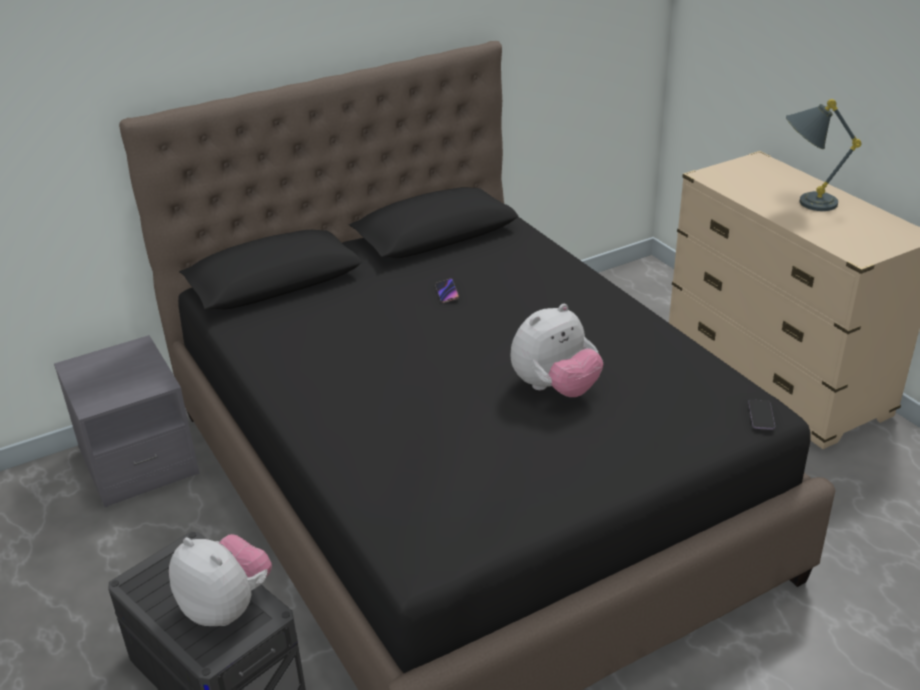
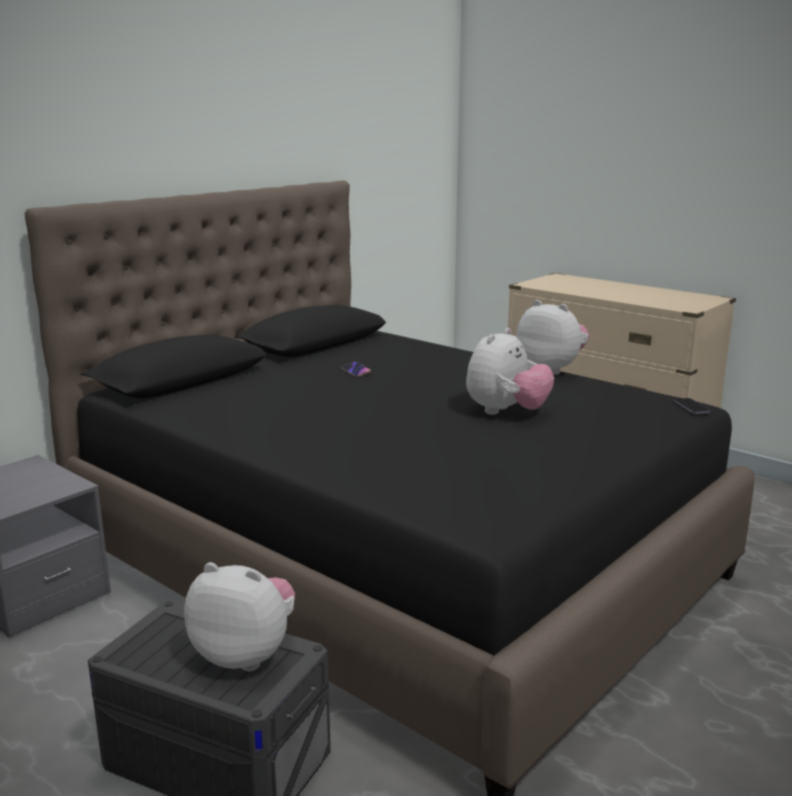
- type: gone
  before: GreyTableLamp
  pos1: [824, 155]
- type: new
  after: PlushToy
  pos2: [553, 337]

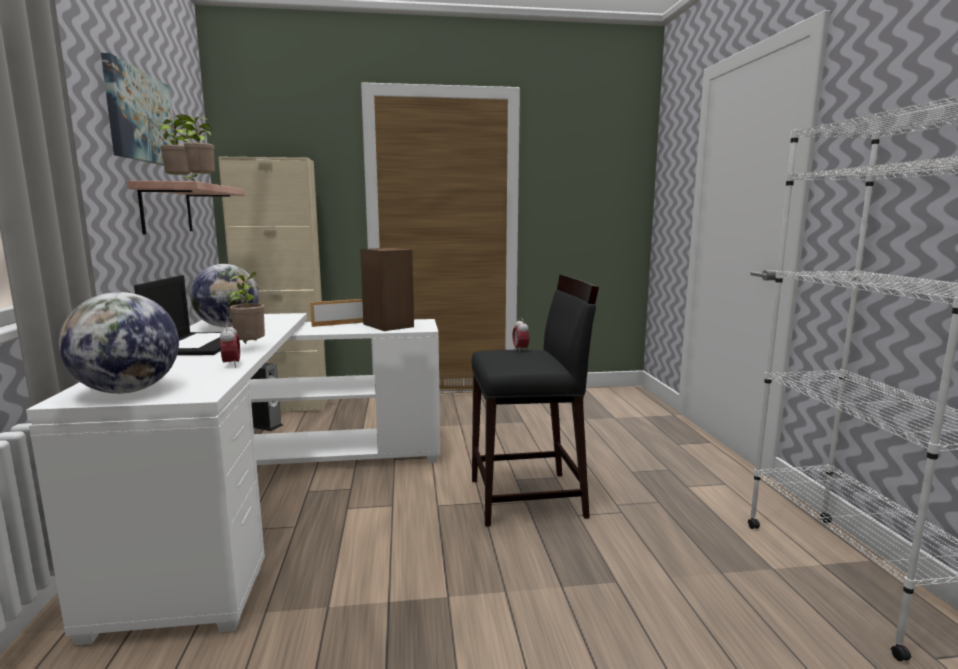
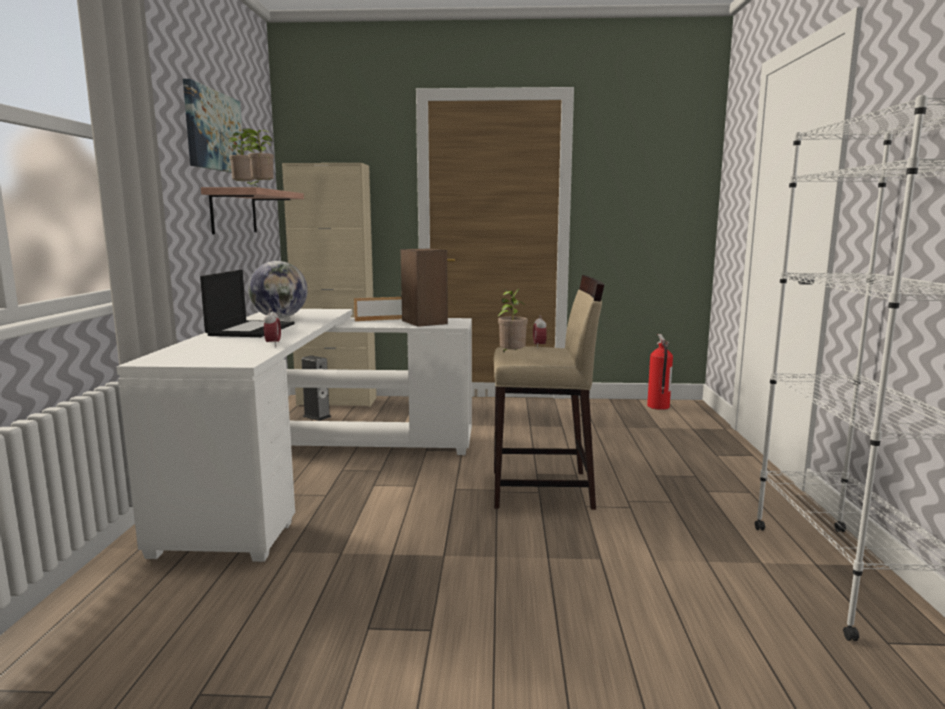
- type: gone
  before: Globe
  pos1: [119, 343]
- type: new
  after: FireExtinguisher
  pos2: [660, 372]
- type: shifted
  before: PottedPlant
  pos1: [247, 308]
  pos2: [512, 320]
- type: repainted
  before: BlackStool
  after: BeigeStool
  pos1: [535, 401]
  pos2: [549, 392]

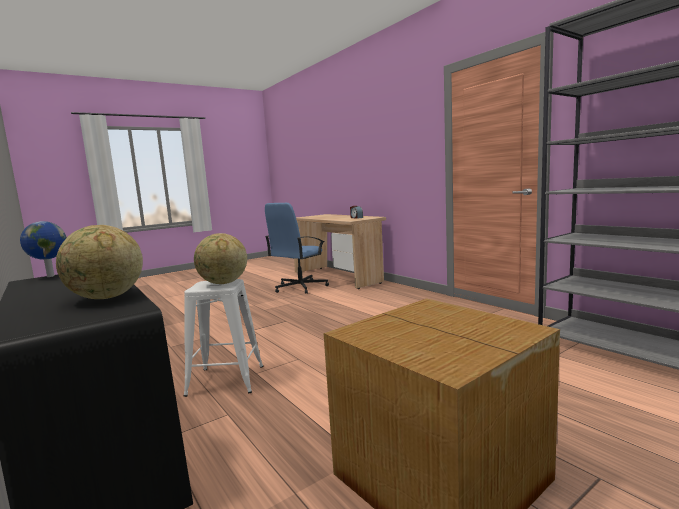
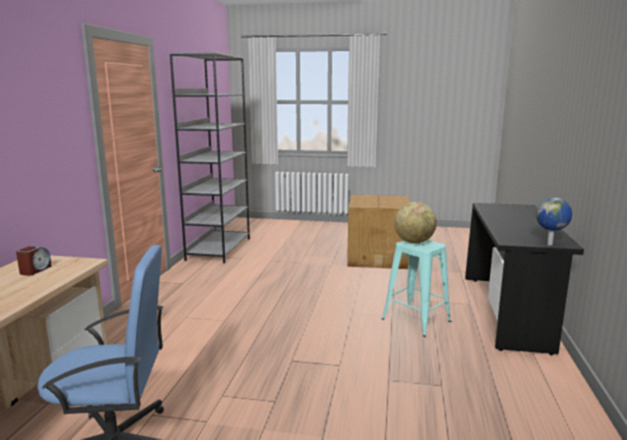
- type: gone
  before: Globe
  pos1: [99, 262]
- type: repainted
  before: WhiteStool
  after: TurquoiseStool
  pos1: [223, 338]
  pos2: [416, 288]

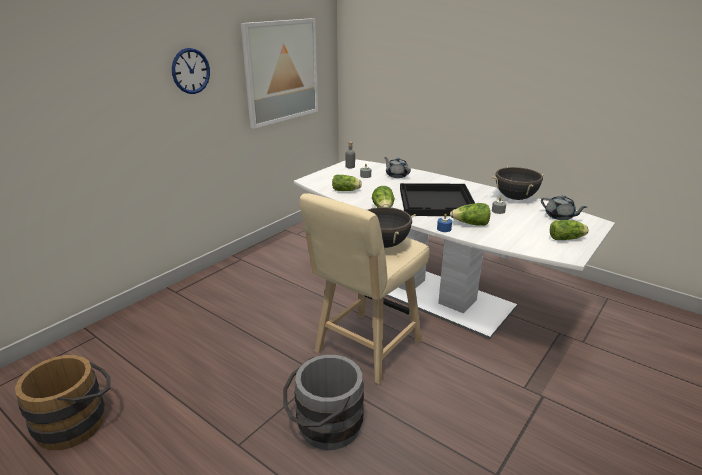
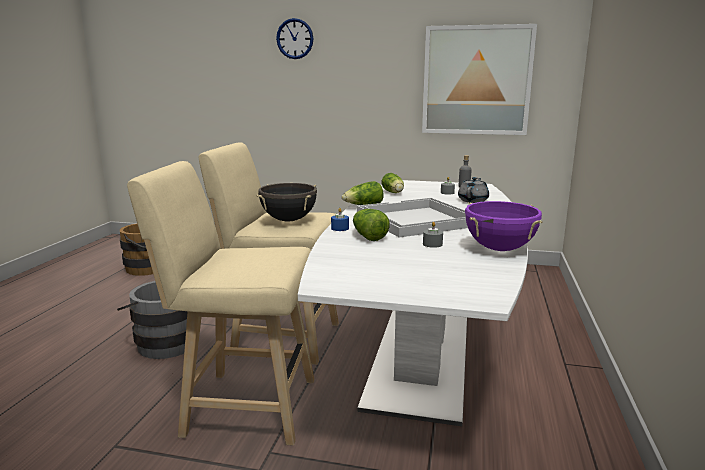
- type: gone
  before: GreyTeapot
  pos1: [564, 207]
- type: gone
  before: Lettuce
  pos1: [569, 230]
- type: new
  after: BeigeStool
  pos2: [221, 303]
- type: shifted
  before: WallClock
  pos1: [191, 71]
  pos2: [295, 38]
- type: repainted
  before: BlackTray
  after: WhiteTray
  pos1: [437, 199]
  pos2: [412, 218]
- type: repainted
  before: BlackCookingPot
  after: PurpleCookingPot
  pos1: [519, 183]
  pos2: [503, 226]

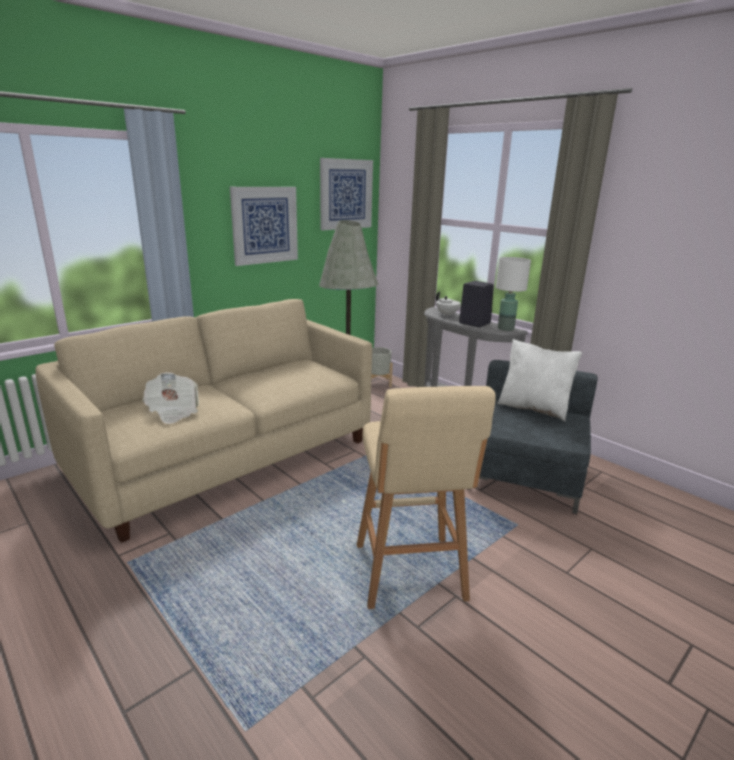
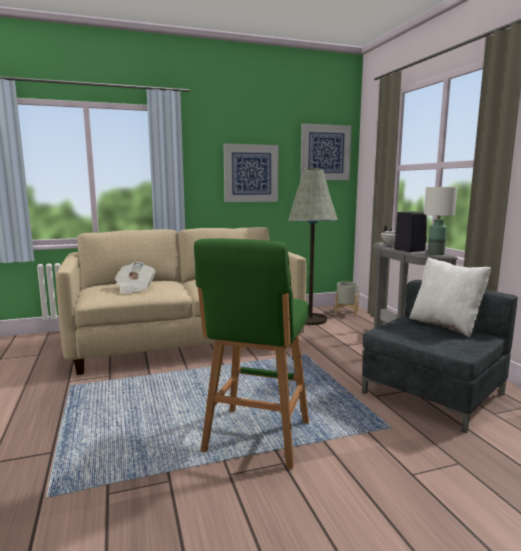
- type: repainted
  before: BeigeStool
  after: GreenStool
  pos1: [426, 497]
  pos2: [251, 354]

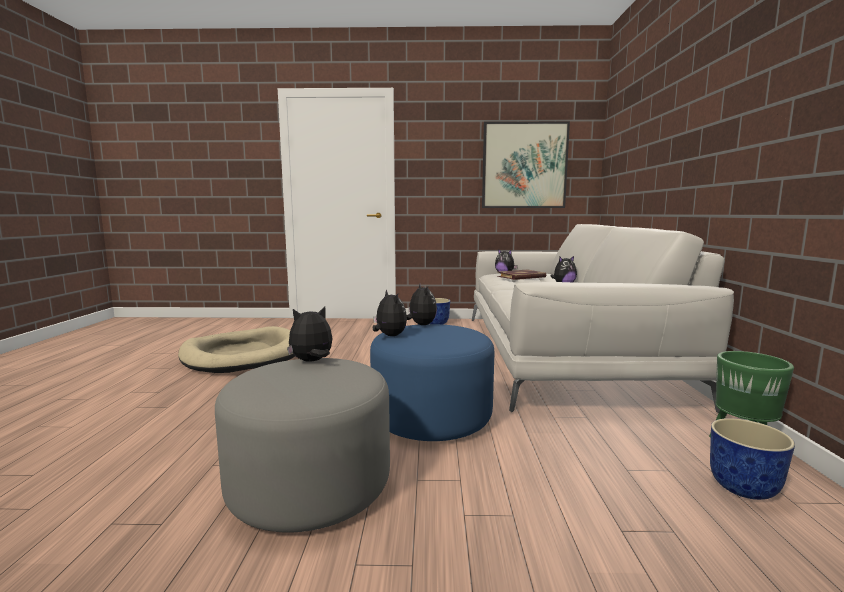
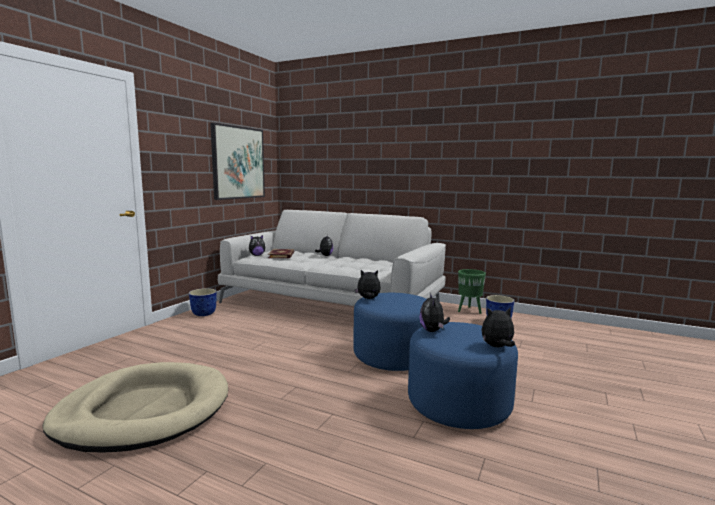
- type: shifted
  before: PlushToy
  pos1: [390, 312]
  pos2: [498, 327]
- type: repainted
  before: GreyOttoman
  after: BlueOttoman
  pos1: [302, 445]
  pos2: [463, 375]

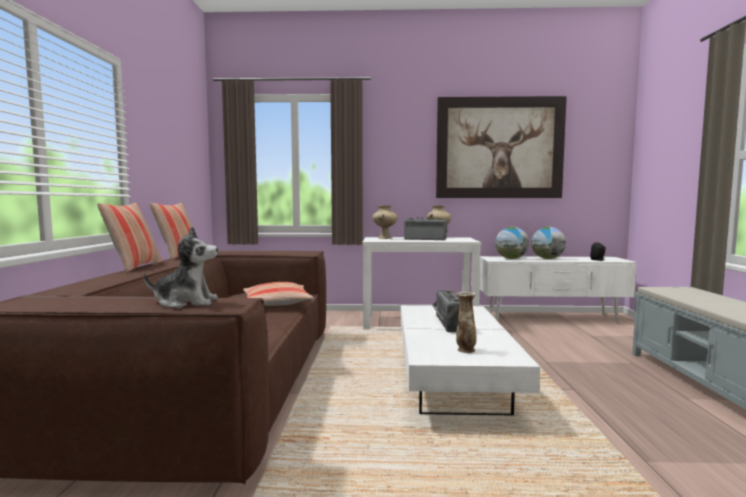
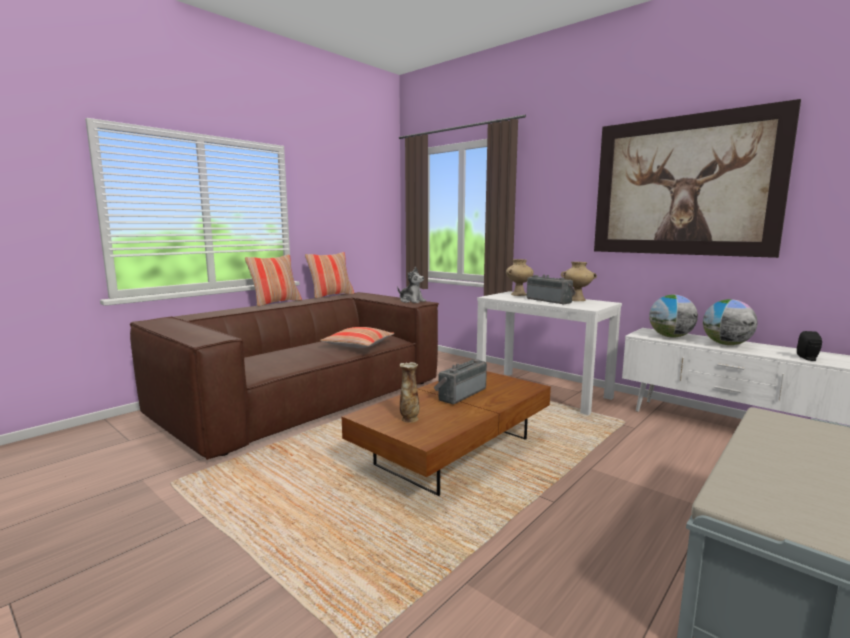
- type: shifted
  before: PlushToy
  pos1: [180, 267]
  pos2: [411, 285]
- type: repainted
  before: WhiteCoffeeTable
  after: BrownCoffeeTable
  pos1: [470, 361]
  pos2: [446, 433]

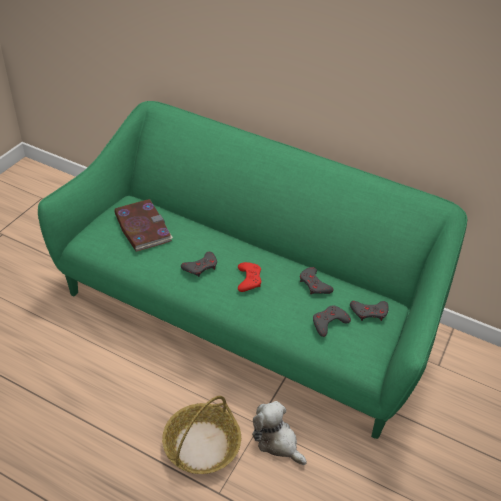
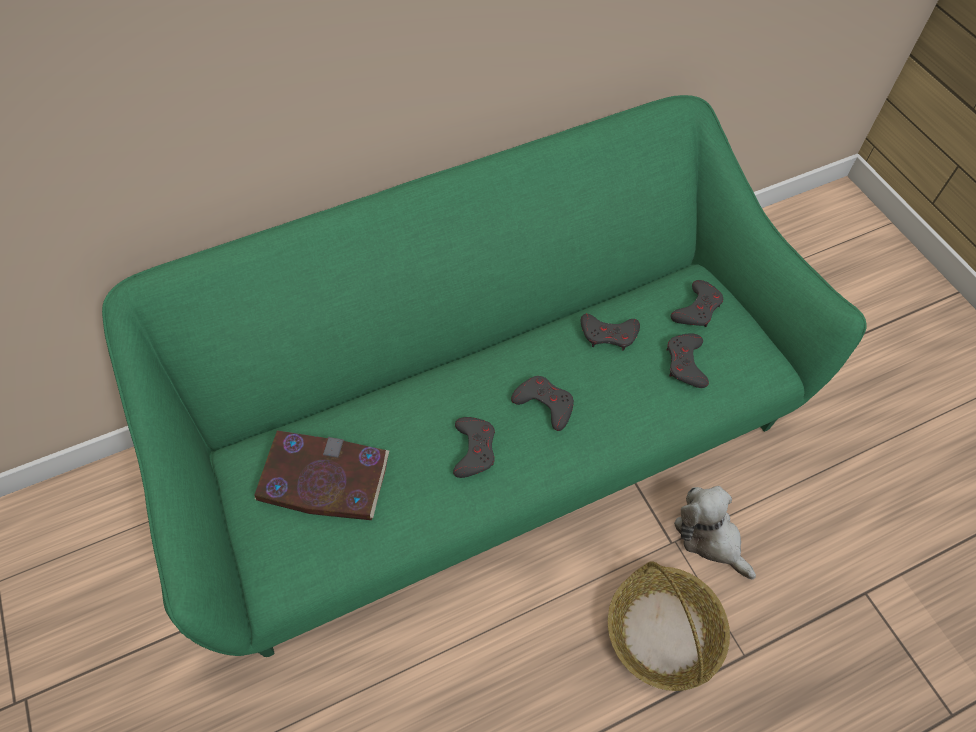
- type: repainted
  before: RedGameController
  after: GreyGameController
  pos1: [249, 277]
  pos2: [542, 403]
- type: rotated
  before: PlushToy
  pos1: [279, 433]
  pos2: [715, 533]
  turn: 60

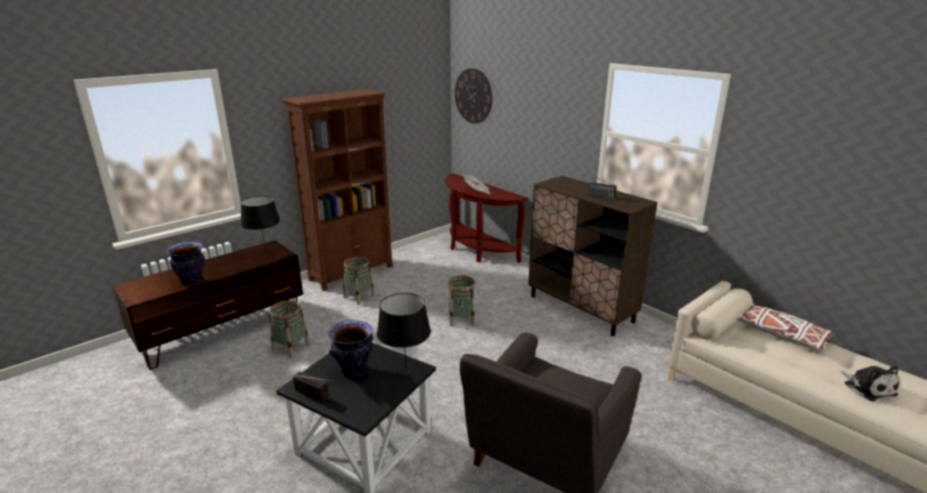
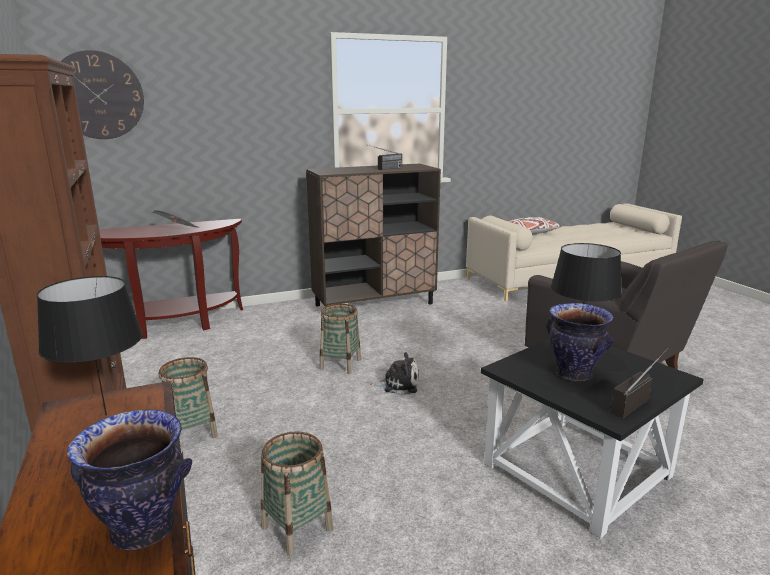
- type: shifted
  before: PlushToy
  pos1: [870, 383]
  pos2: [394, 373]

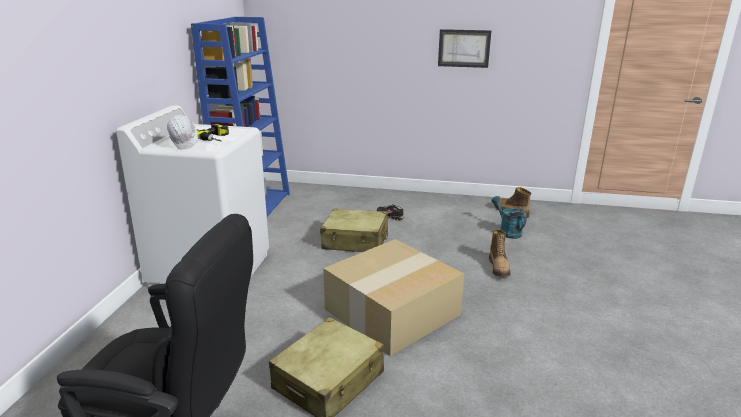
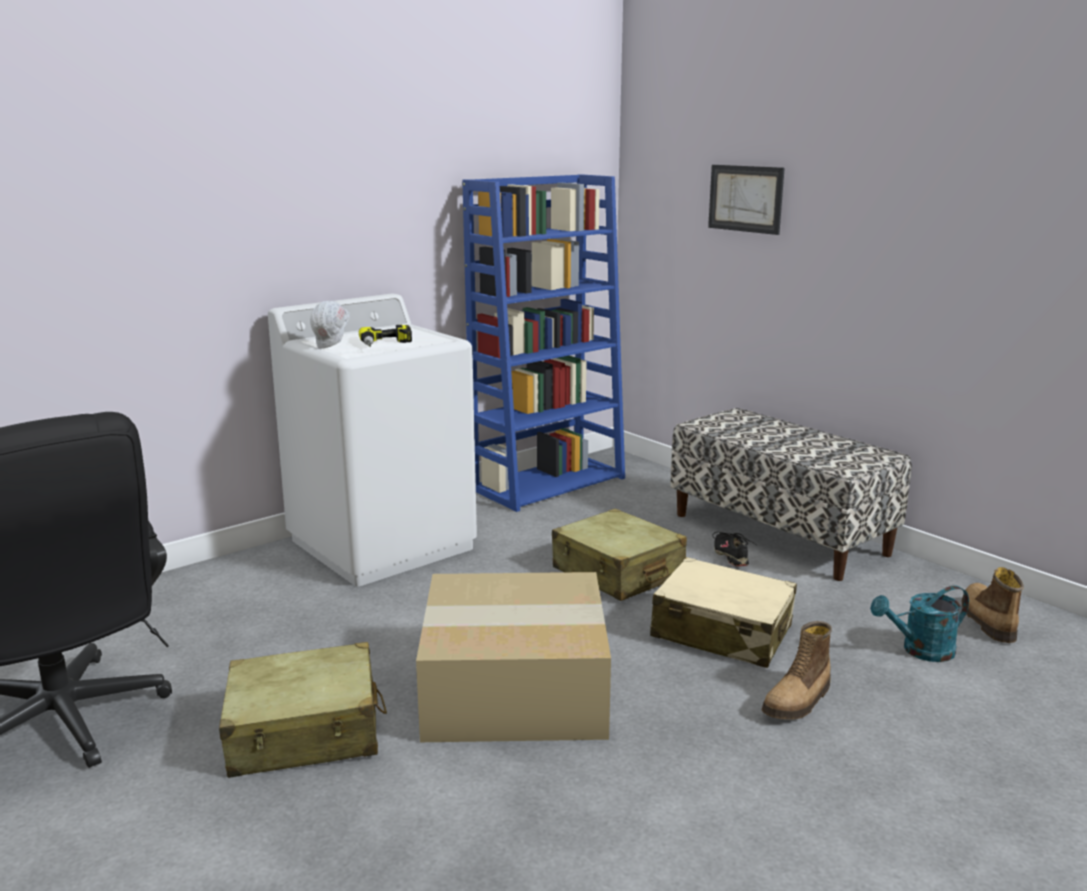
- type: new
  after: BeigeSuitcase
  pos2: [723, 612]
- type: new
  after: Bench
  pos2: [791, 494]
- type: shifted
  before: Picture
  pos1: [464, 48]
  pos2: [746, 200]
- type: rotated
  before: TurquoiseWateringCan
  pos1: [509, 217]
  pos2: [919, 624]
  turn: -120

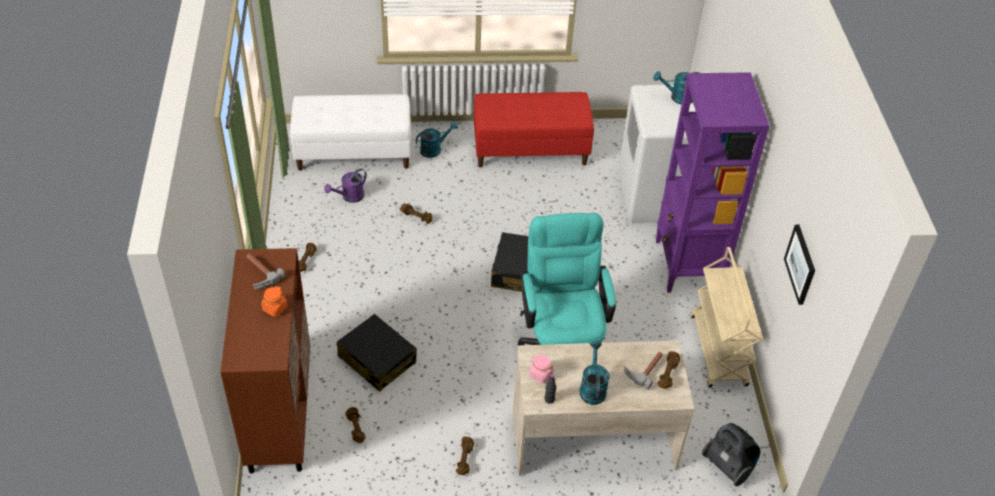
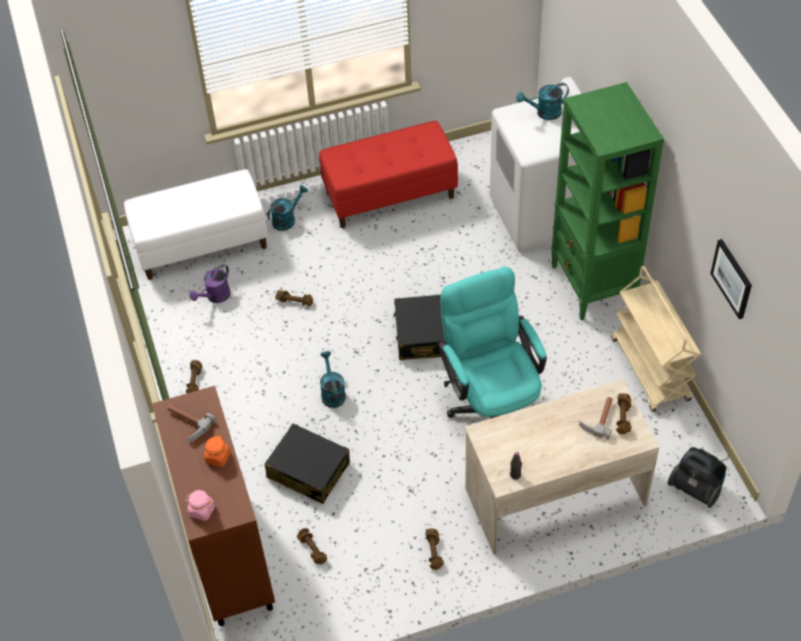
- type: shifted
  before: PinkJar
  pos1: [541, 369]
  pos2: [200, 505]
- type: shifted
  before: TurquoiseWateringCan
  pos1: [595, 373]
  pos2: [333, 379]
- type: repainted
  before: PurpleBookcase
  after: GreenBookcase
  pos1: [713, 182]
  pos2: [607, 201]

